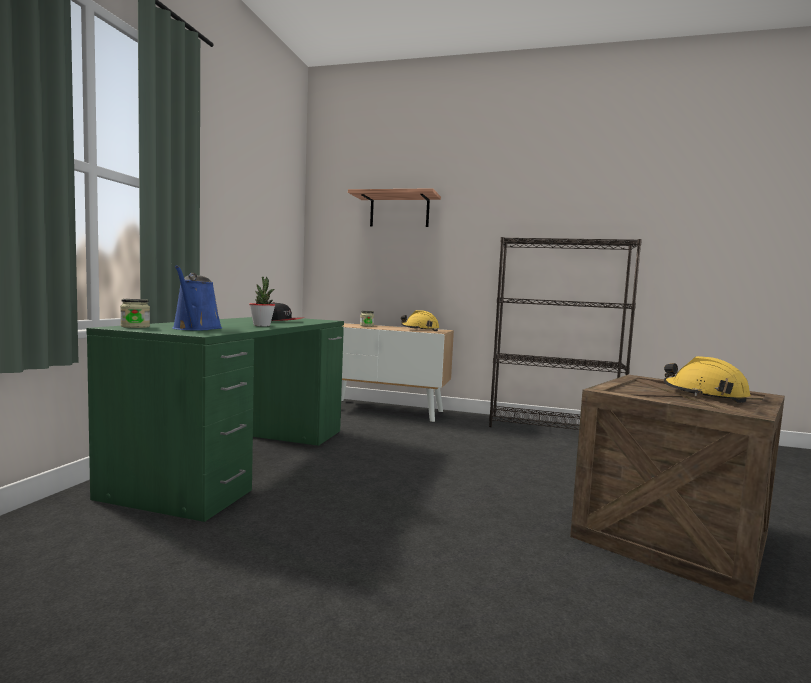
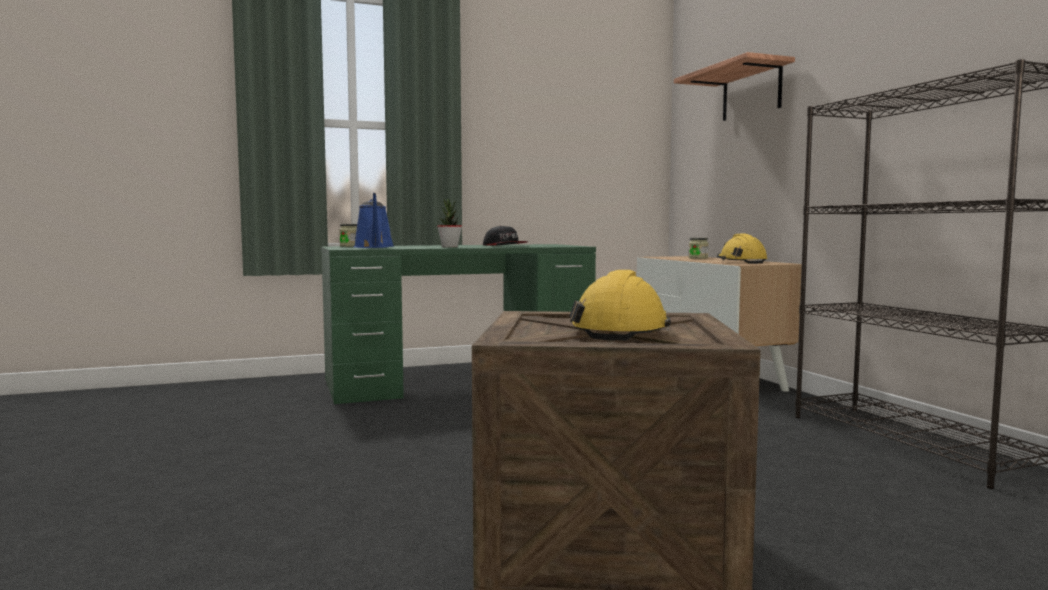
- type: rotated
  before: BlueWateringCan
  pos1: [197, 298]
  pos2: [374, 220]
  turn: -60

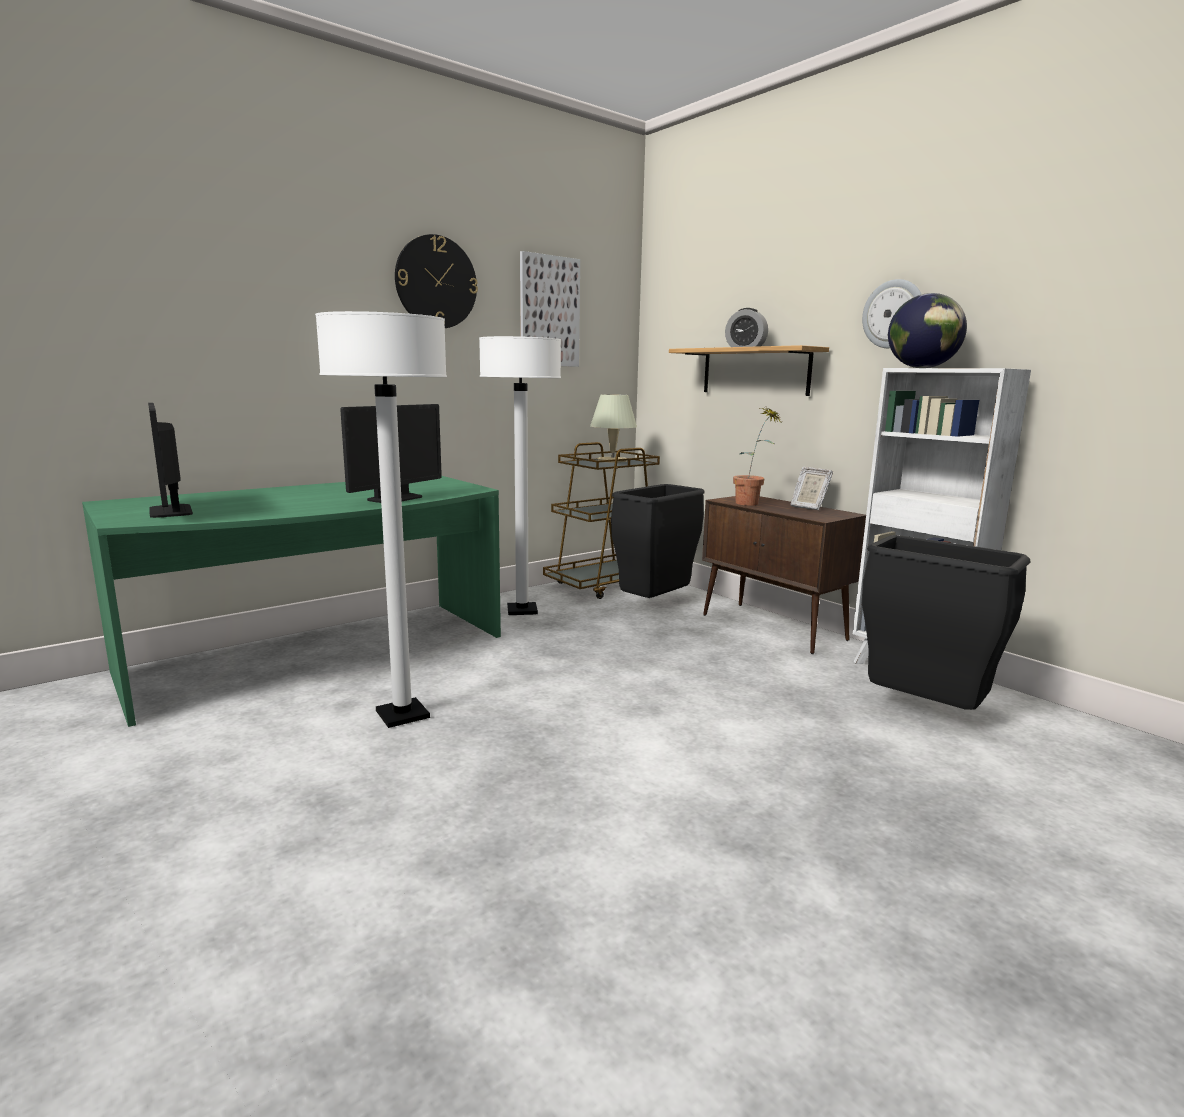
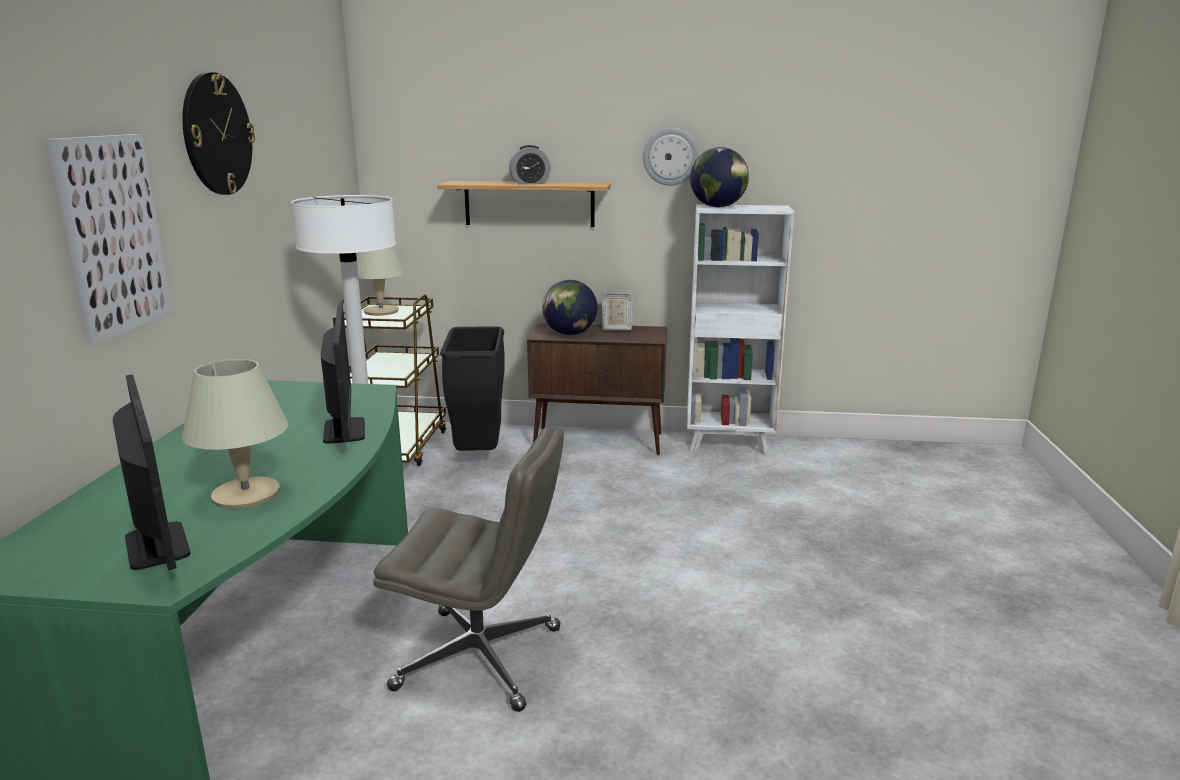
- type: gone
  before: BlackTrashCan
  pos1: [946, 622]
- type: new
  after: BeigeTableLamp
  pos2: [235, 434]
- type: shifted
  before: Picture
  pos1: [550, 309]
  pos2: [109, 239]
- type: swapped
  before: WhiteFloorLamp
  after: GreyOfficeChair
  pos1: [381, 519]
  pos2: [468, 569]
- type: swapped
  before: PottedPlant
  after: Globe
  pos1: [757, 456]
  pos2: [569, 307]
- type: rotated
  before: Monitor
  pos1: [170, 460]
  pos2: [152, 472]
  turn: -135

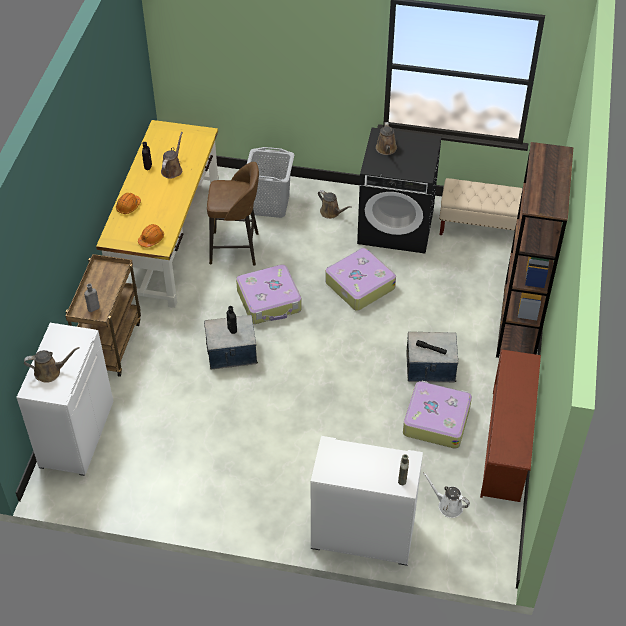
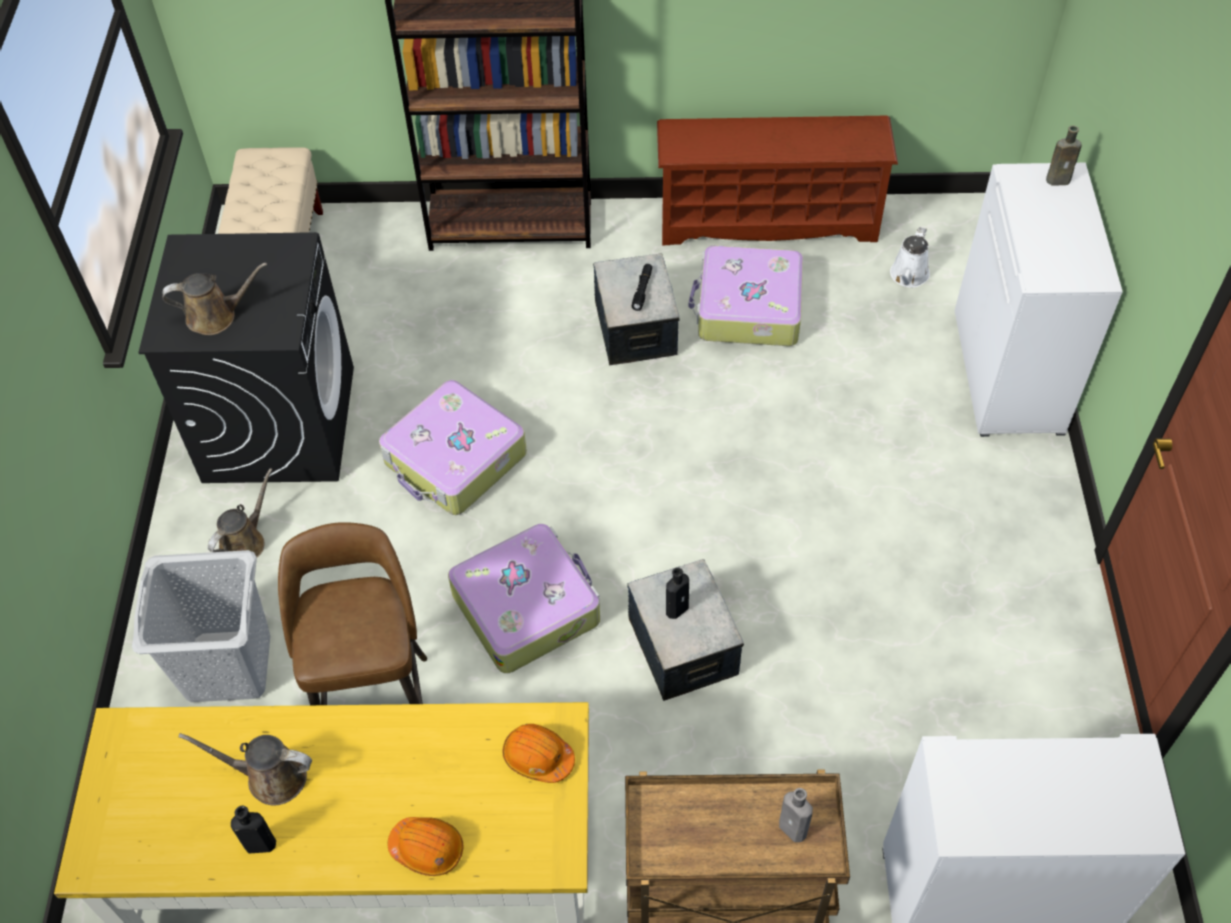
- type: gone
  before: BrownWateringCan
  pos1: [52, 365]

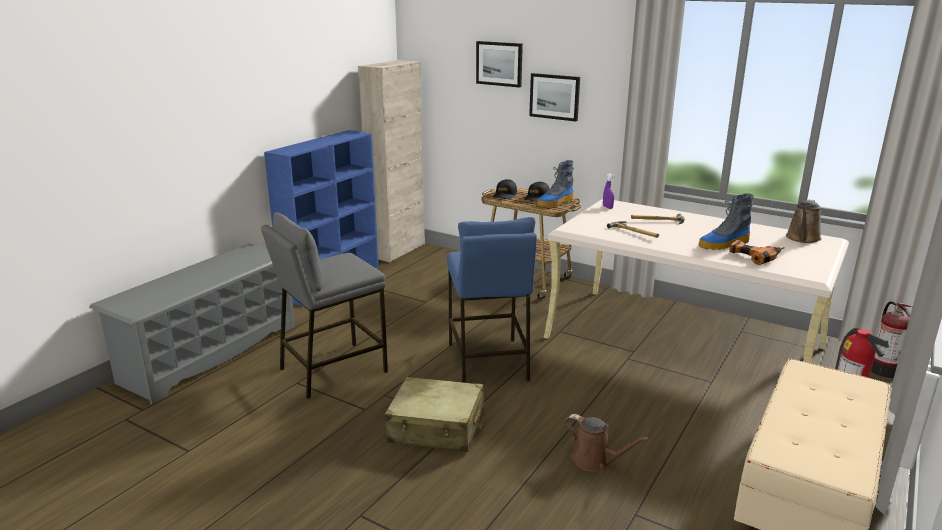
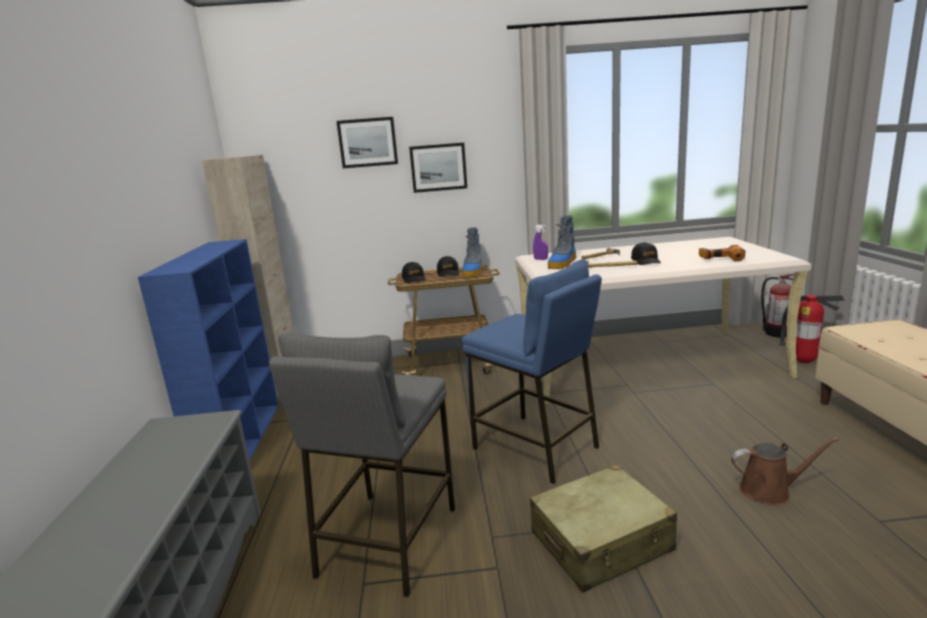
- type: gone
  before: BrownWateringCan
  pos1: [804, 221]
- type: new
  after: BlackCap
  pos2: [646, 253]
- type: shifted
  before: Boot
  pos1: [726, 221]
  pos2: [562, 242]

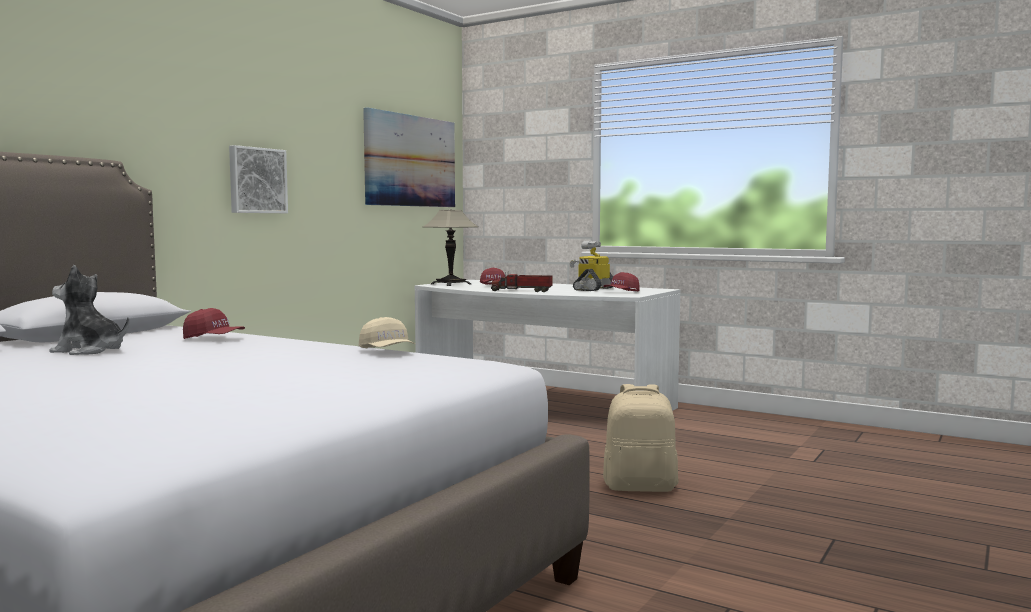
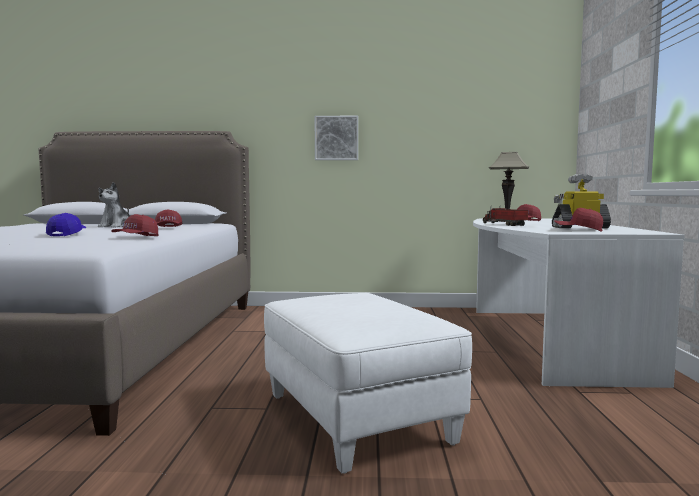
- type: gone
  before: Picture
  pos1: [409, 157]
- type: new
  after: BlueCap
  pos2: [66, 224]
- type: swapped
  before: BeigeBackpack
  after: WhiteOttoman
  pos1: [641, 438]
  pos2: [368, 383]
- type: repainted
  before: BeigeCap
  after: RedCap
  pos1: [387, 332]
  pos2: [134, 225]
- type: rotated
  before: PlushToy
  pos1: [89, 310]
  pos2: [114, 205]
  turn: -150

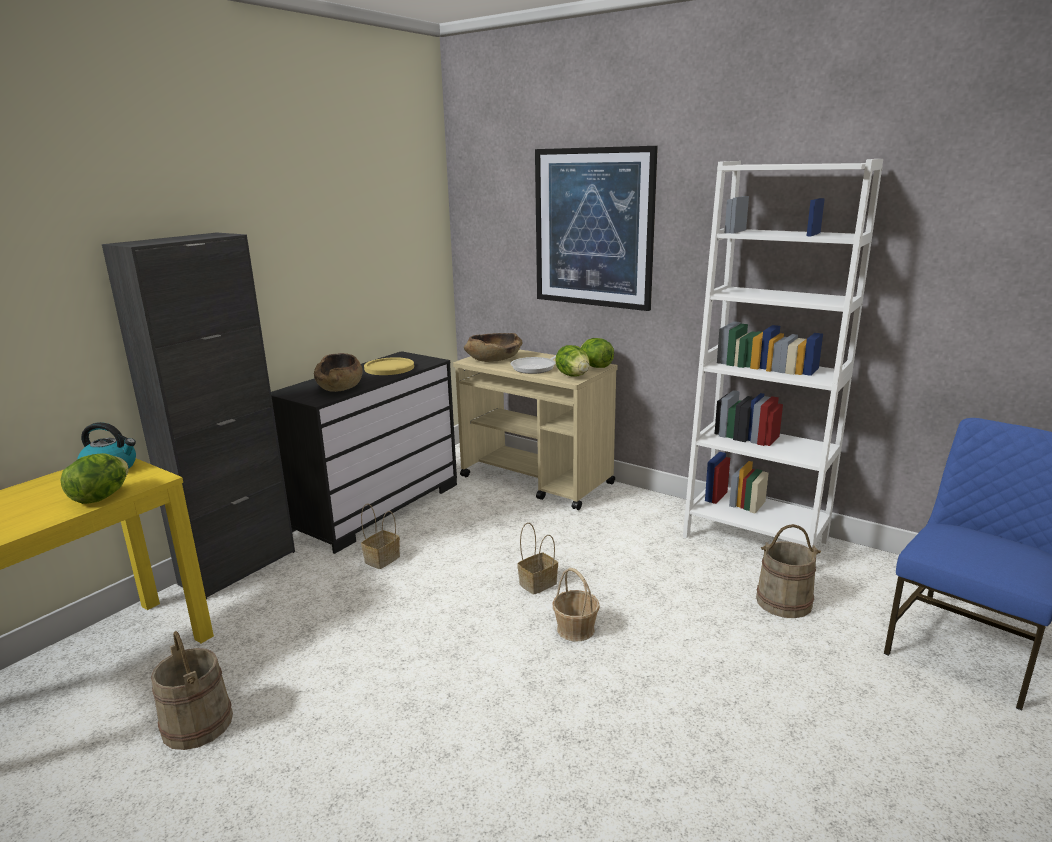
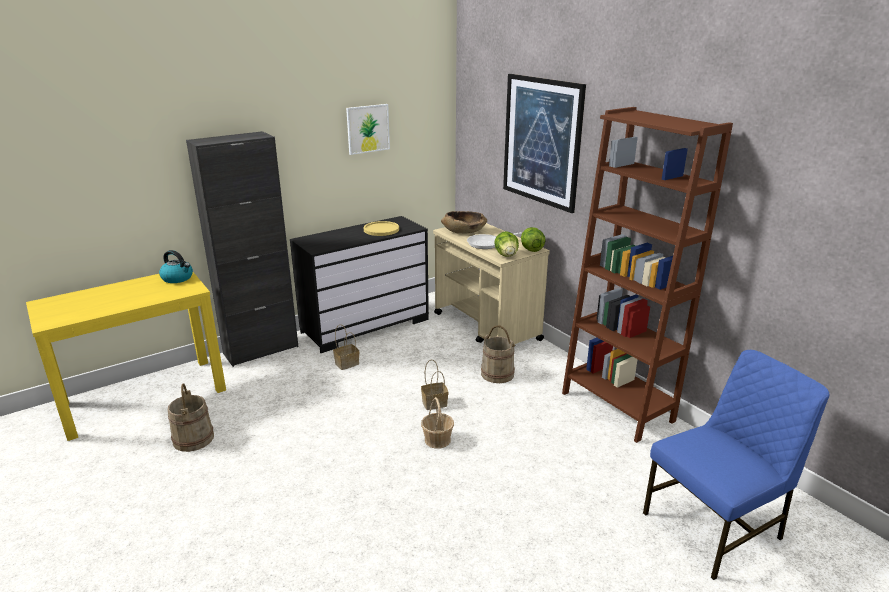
- type: gone
  before: Lettuce
  pos1: [95, 478]
- type: gone
  before: BrownBowl
  pos1: [338, 372]
- type: new
  after: Picture
  pos2: [368, 129]
- type: shifted
  before: BeigeBucket
  pos1: [788, 571]
  pos2: [498, 354]
- type: repainted
  before: WhiteBookcase
  after: BrownBookcase
  pos1: [783, 353]
  pos2: [647, 275]

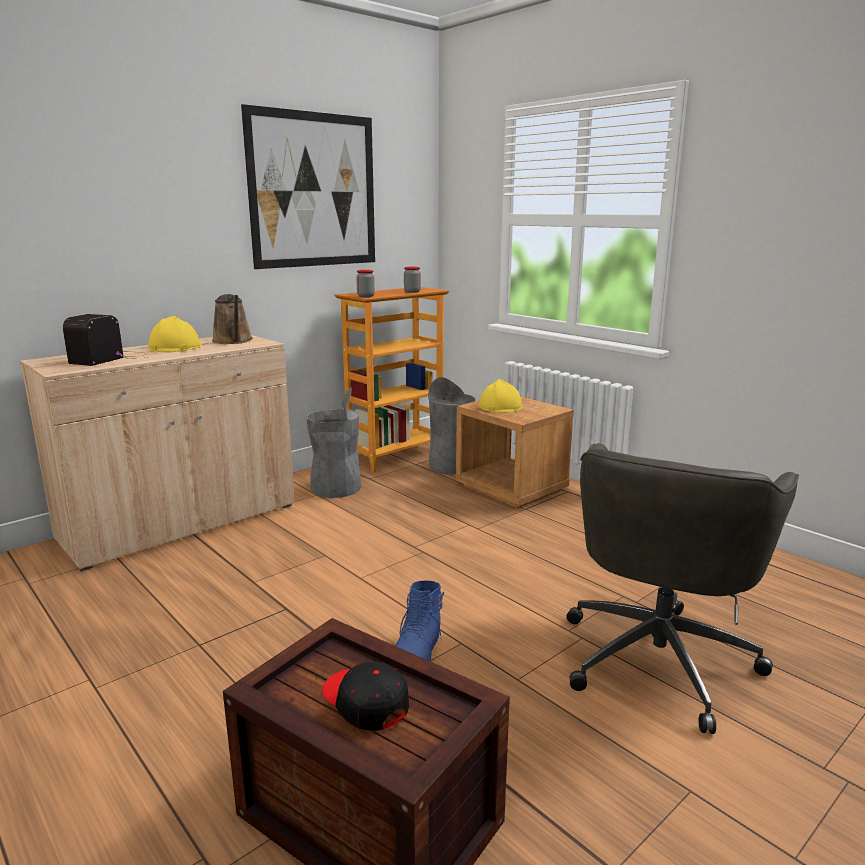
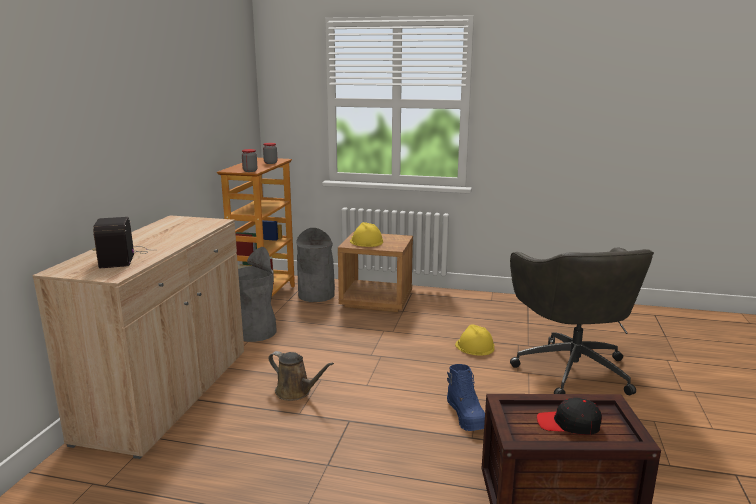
- type: gone
  before: Picture
  pos1: [308, 186]
- type: shifted
  before: YellowHardHat
  pos1: [175, 334]
  pos2: [475, 340]
- type: shifted
  before: BrownWateringCan
  pos1: [232, 319]
  pos2: [301, 376]

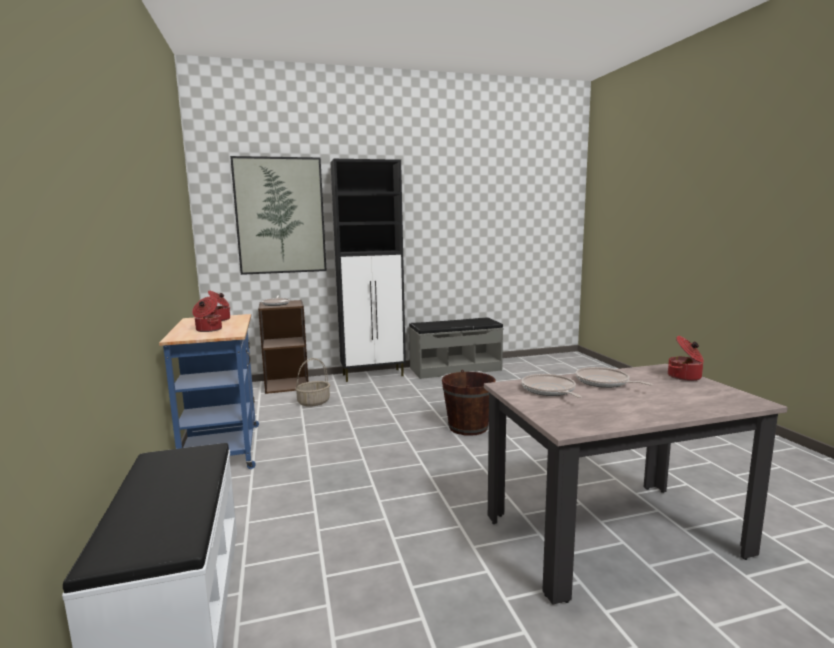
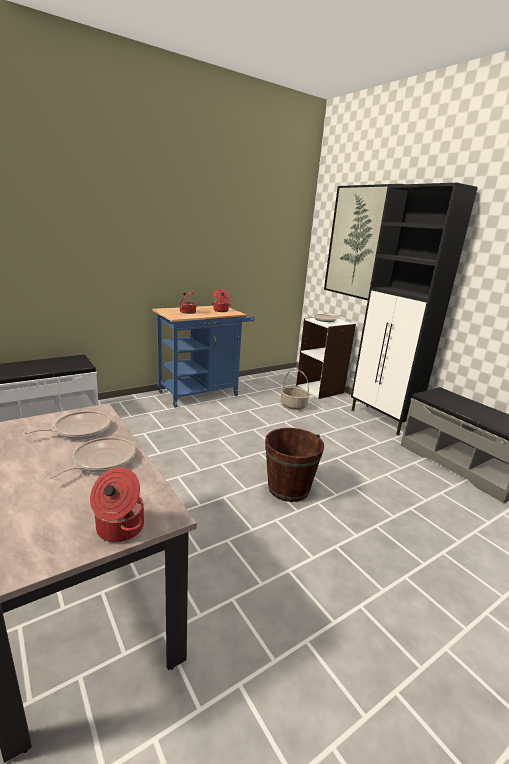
- type: repainted
  before: BrownBookcase
  after: WhiteBookcase
  pos1: [283, 347]
  pos2: [326, 358]

